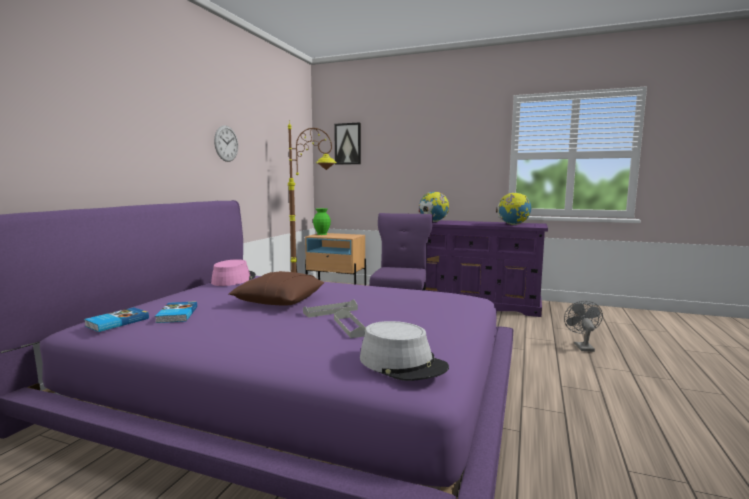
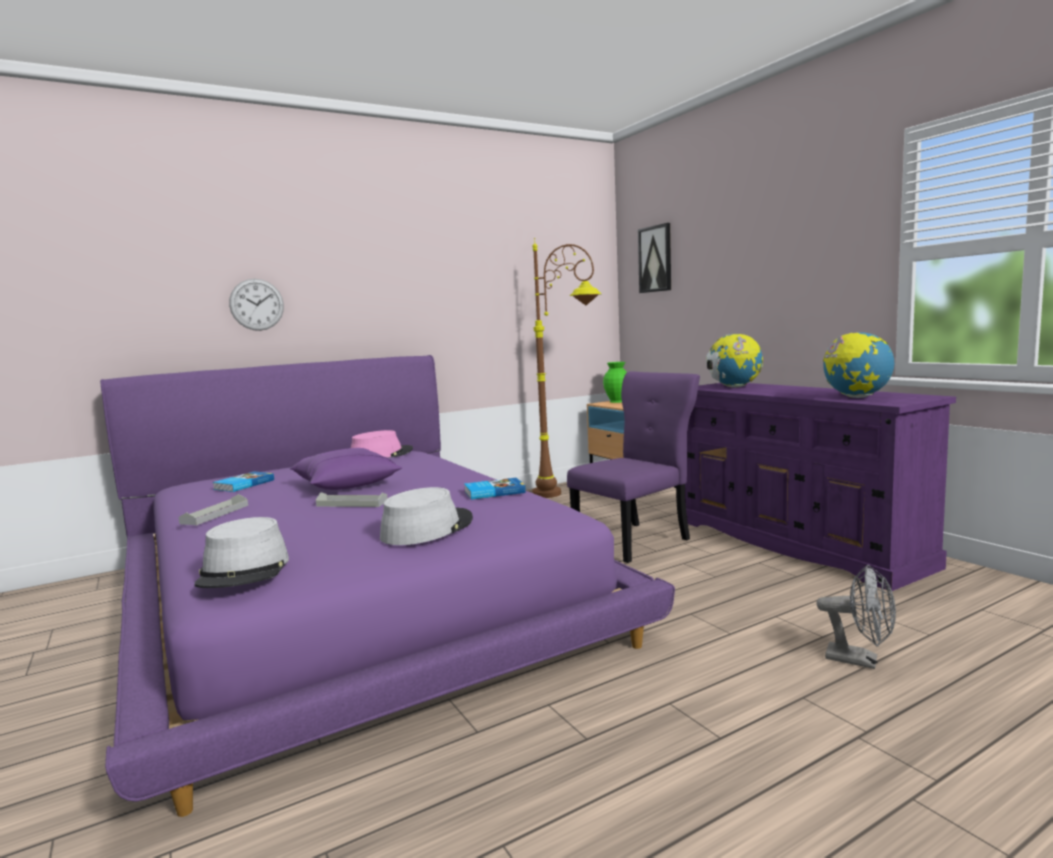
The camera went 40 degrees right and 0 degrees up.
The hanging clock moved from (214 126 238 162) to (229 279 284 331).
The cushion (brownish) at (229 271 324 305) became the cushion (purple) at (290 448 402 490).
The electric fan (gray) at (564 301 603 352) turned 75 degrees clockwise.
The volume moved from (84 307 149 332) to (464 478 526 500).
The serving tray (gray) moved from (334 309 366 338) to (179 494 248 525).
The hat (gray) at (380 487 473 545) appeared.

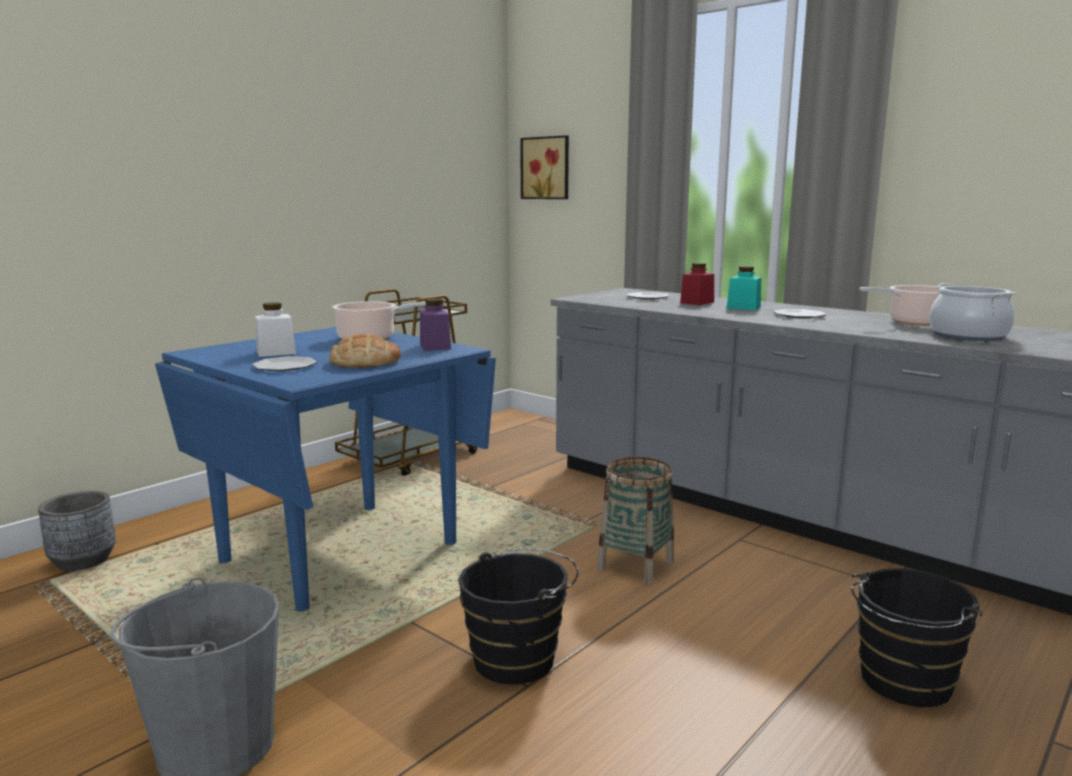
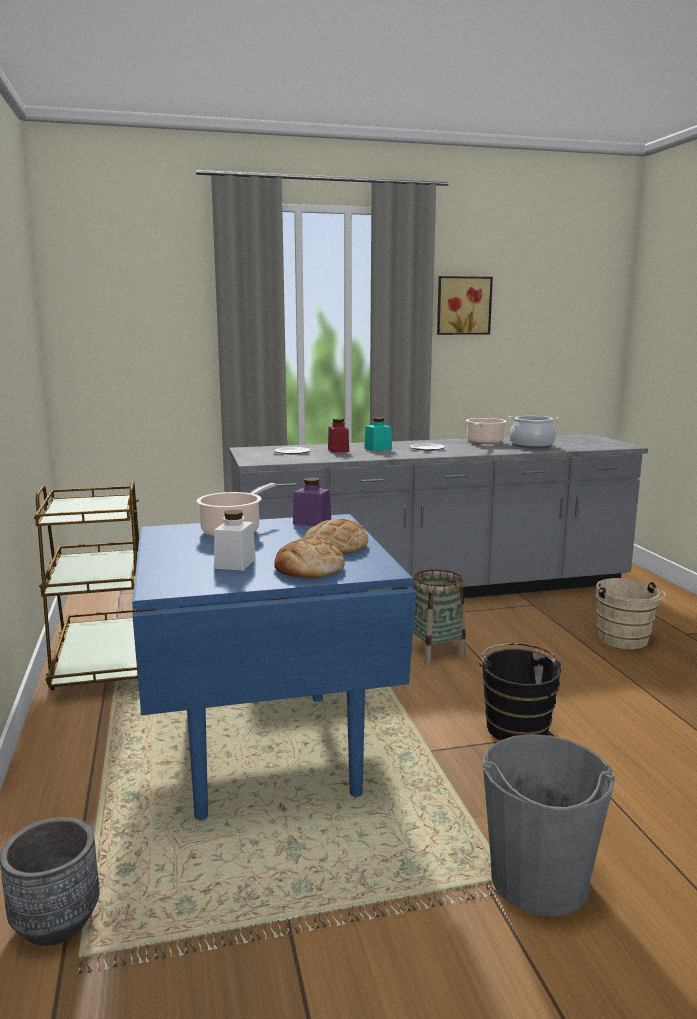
The camera went 55 degrees left and 0 degrees up.
The picture moved from (520 135 569 199) to (437 276 493 335).
The plate at (252 356 317 371) was replaced by the baked bread at (274 537 345 578).
The water bucket (black-coloured) at (851 568 982 707) became the water bucket (beige) at (596 578 666 649).

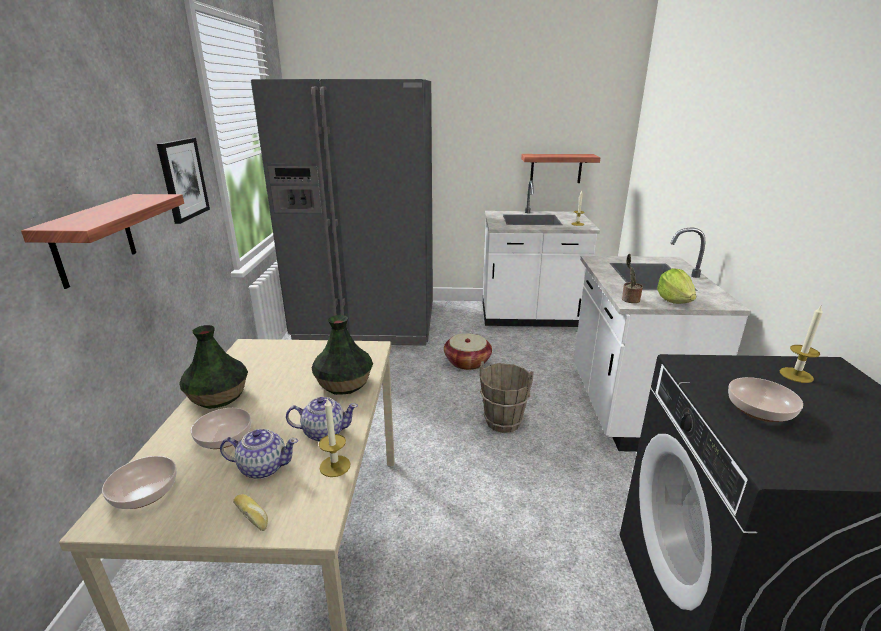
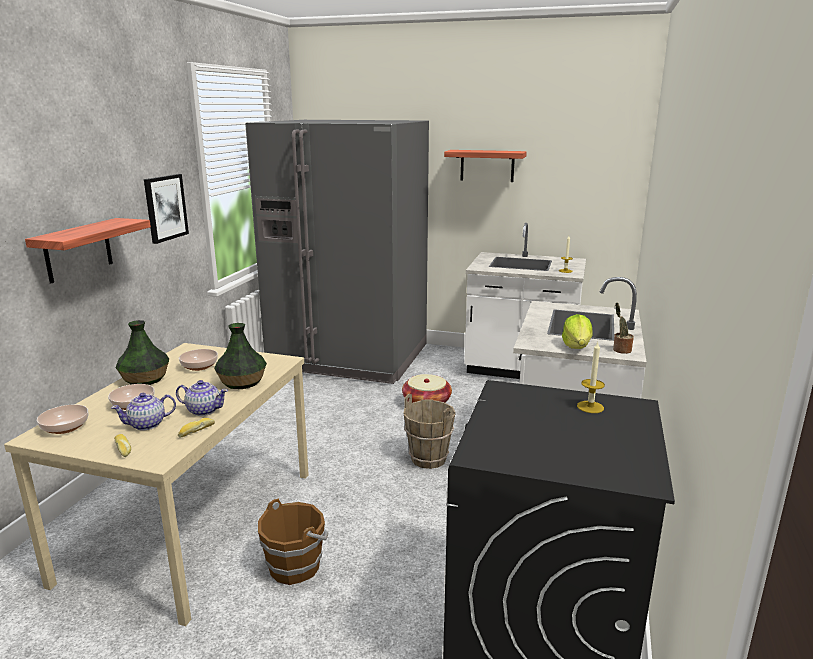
The camera went 15 degrees right and 5 degrees down.
The bracket shelf moved from (521 154 600 183) to (444 150 527 182).
The plant in a pot moved from (622 254 643 303) to (613 303 634 354).
The serving bowl moved from (728 377 803 422) to (179 349 218 371).
The wax light at (319 398 351 477) was replaced by the baked bread at (178 418 215 438).
The pot for tea at (220 429 298 479) turned 135 degrees clockwise.
The water bucket (brownish) at (258 499 328 585) appeared.

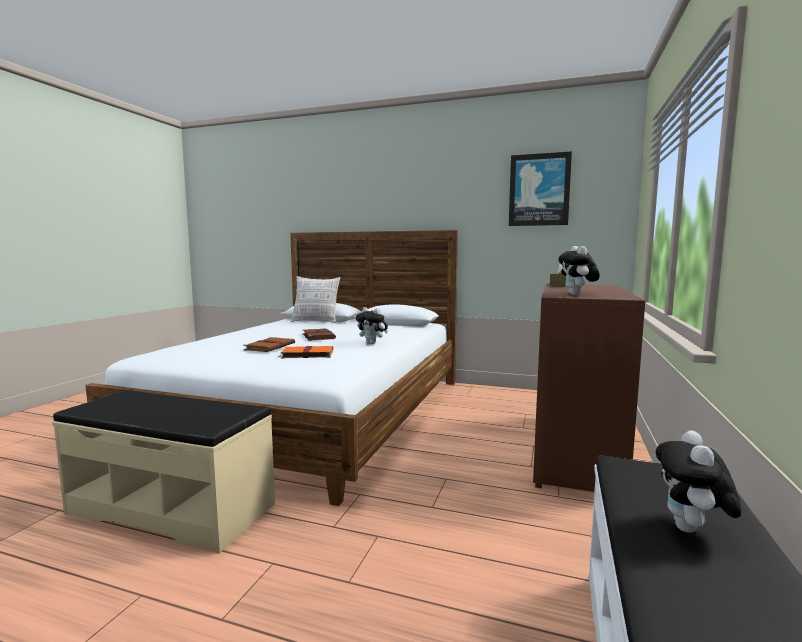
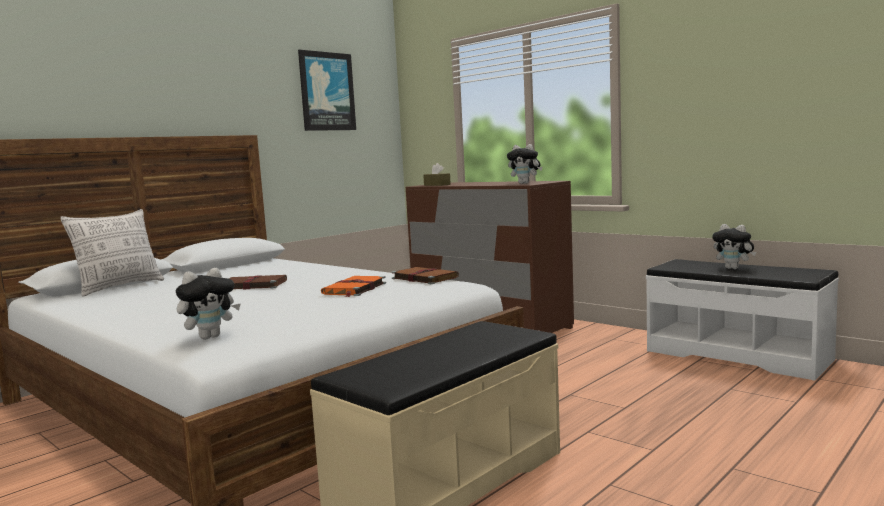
The camera went 65 degrees left and 0 degrees up.
The plush toy moved from (356 307 388 344) to (176 268 241 339).
The volume (brownish) moved from (243 337 295 352) to (392 267 459 284).

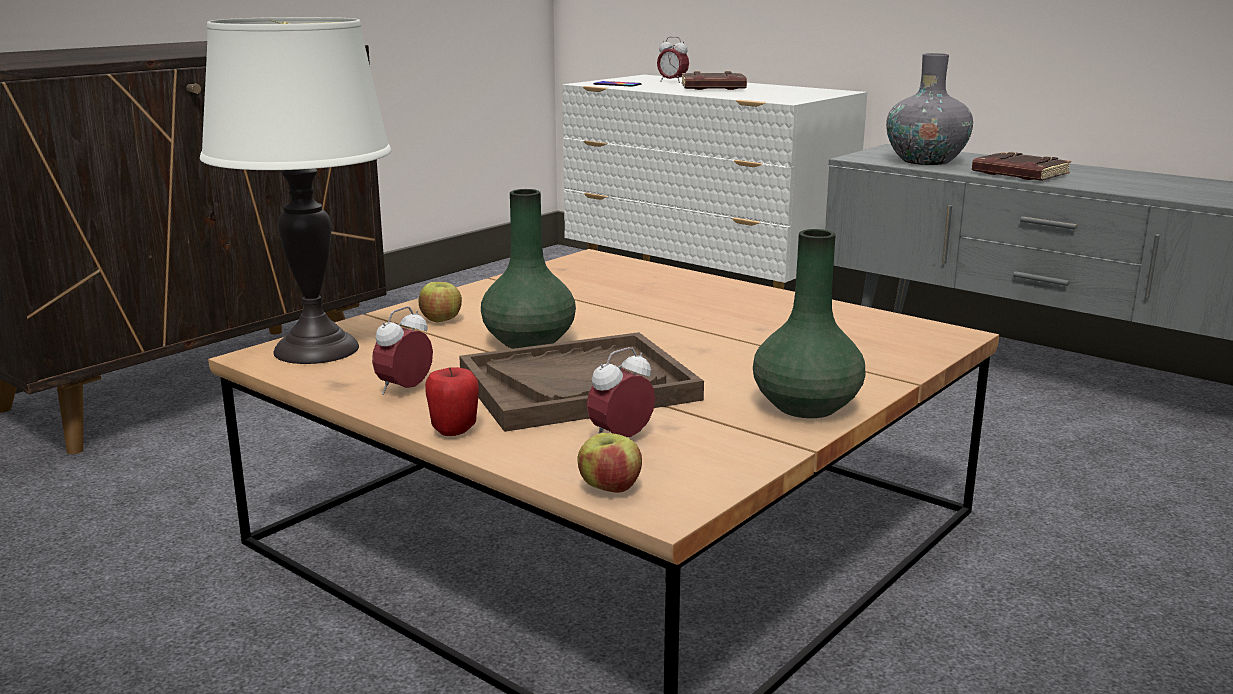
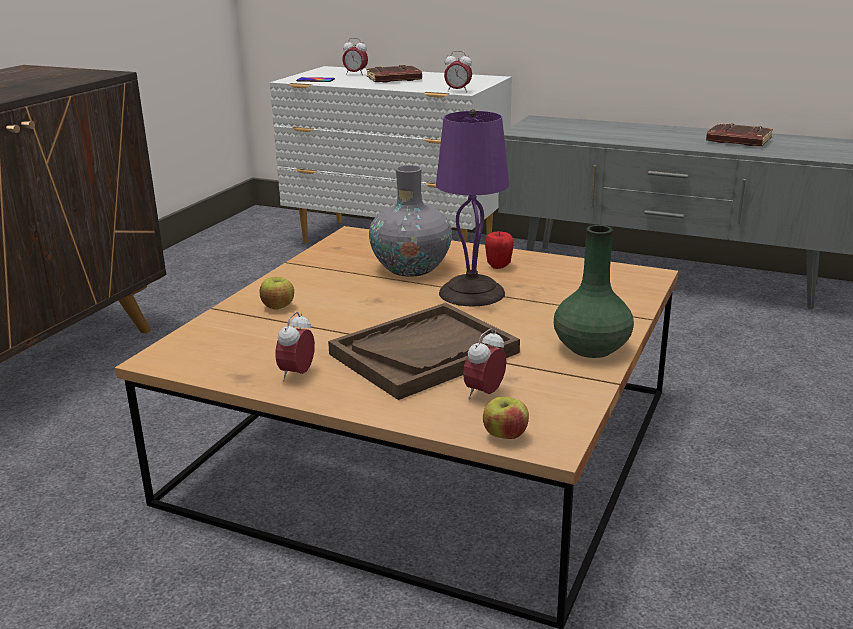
The camera went 15 degrees left and 5 degrees up.
The tabletop lamp (white-coloured) at (200 17 391 364) disappeared.
The flower vase (gray) moved from (886 53 973 165) to (369 165 452 277).
The volume (brownish) moved from (972 152 1071 181) to (706 123 773 146).
The flower vase (green-coloured) at (481 189 576 349) disappeared.
The whole apple moved from (425 367 479 436) to (485 231 514 269).
The alarm clock at (444 51 472 92) appeared.
The tabletop lamp (purple) at (436 109 509 306) appeared.

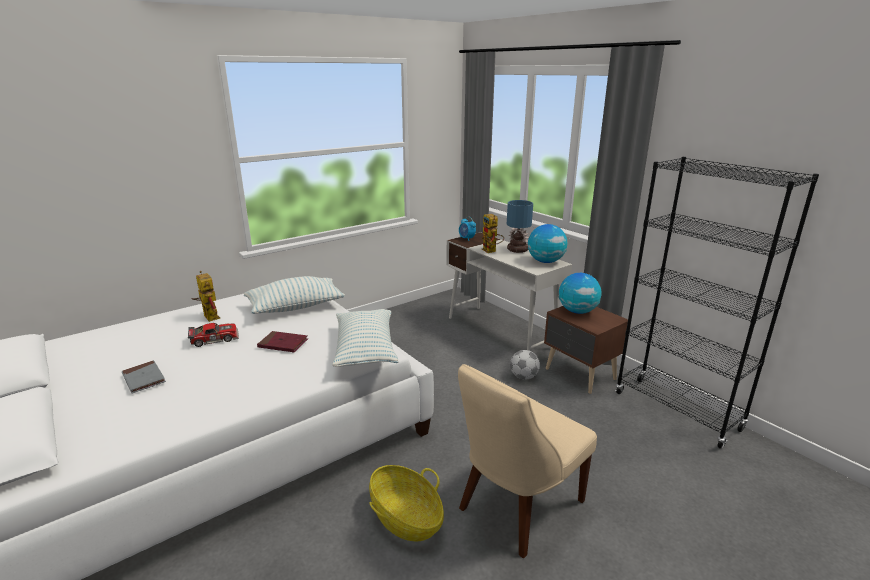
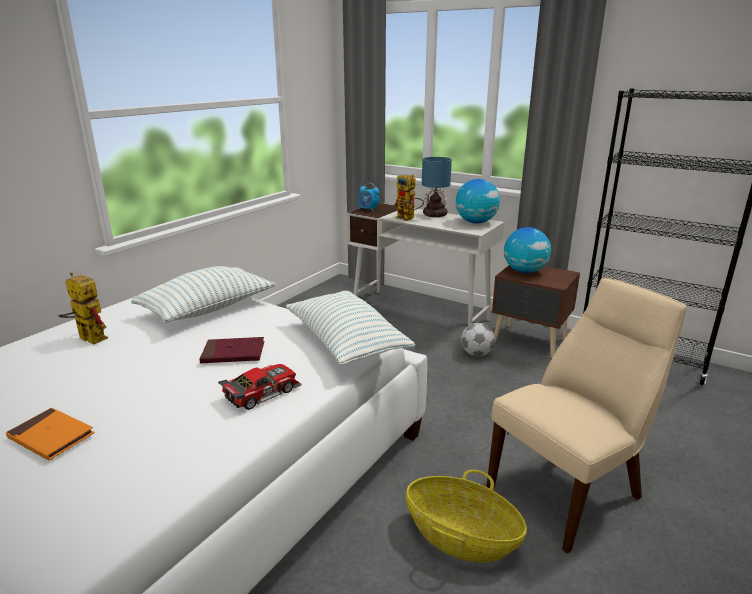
The camera went 20 degrees left and 0 degrees up.
The model car moved from (188 323 239 347) to (218 364 302 410).
The volume (gray) at (122 360 166 393) became the volume (orange-coloured) at (6 408 95 461).
The upright chair (beige) at (458 364 597 558) turned 150 degrees counterclockwise.

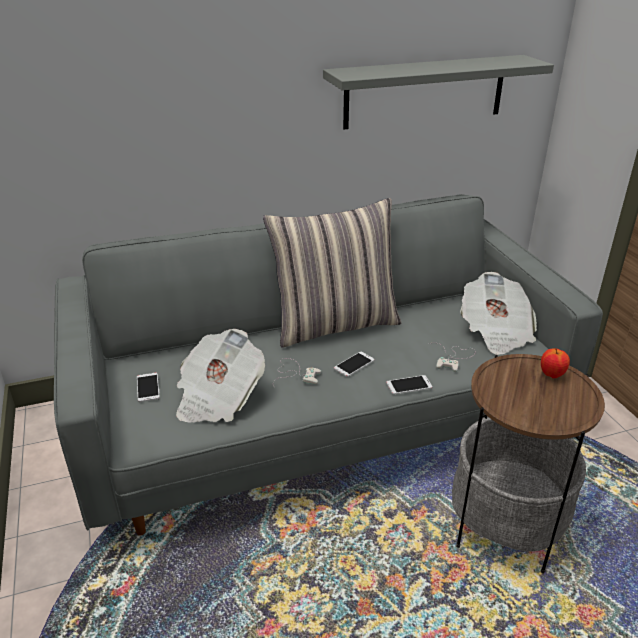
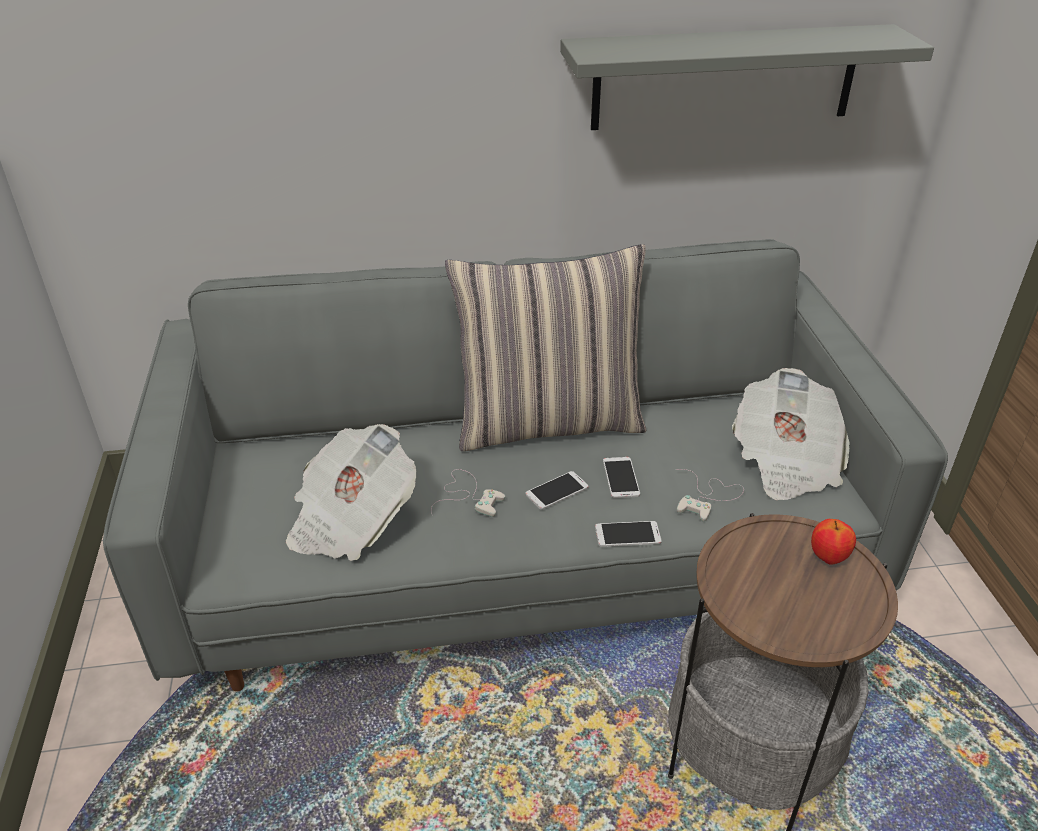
The camera went 10 degrees right and 5 degrees up.
The phone moved from (137 373 160 402) to (603 457 640 498).

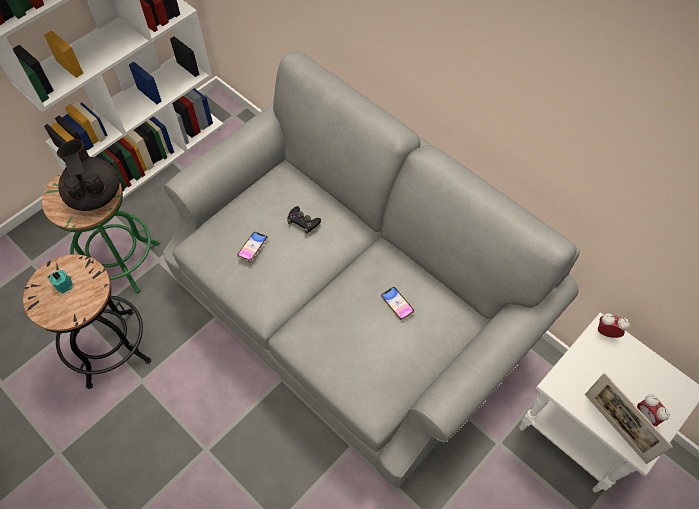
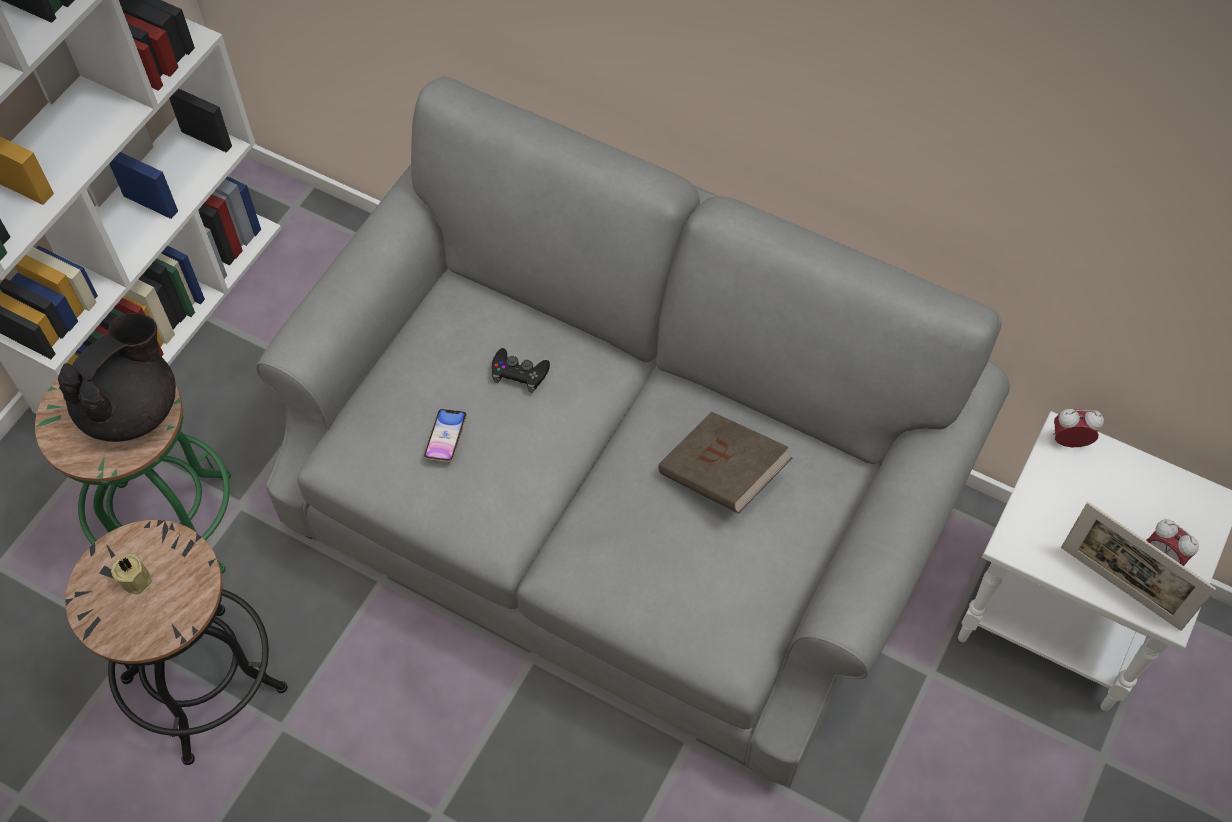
The camera went 15 degrees left and 0 degrees up.
The pot for tea (black-coloured) at (57 139 120 211) turned 75 degrees clockwise.
The wax light (turquoise) at (49 270 72 293) became the wax light (beige) at (111 553 152 595).
The phone at (381 287 415 320) was replaced by the volume (brownish) at (658 412 792 514).

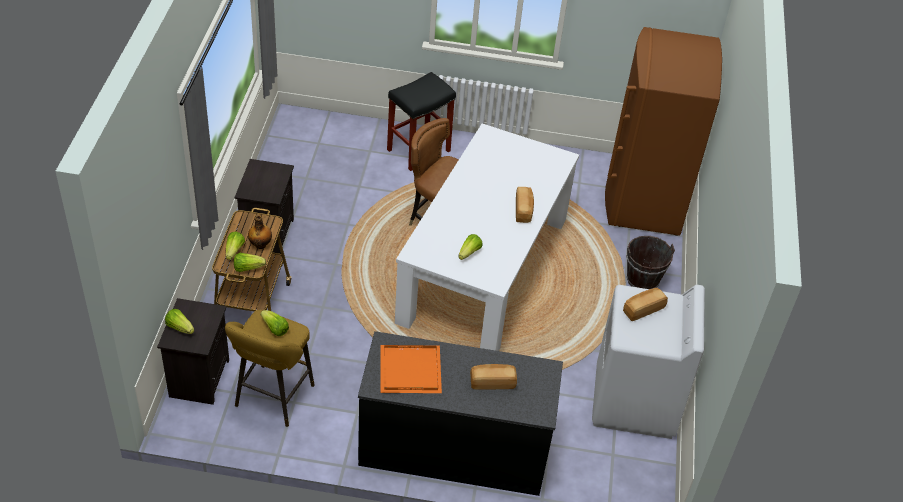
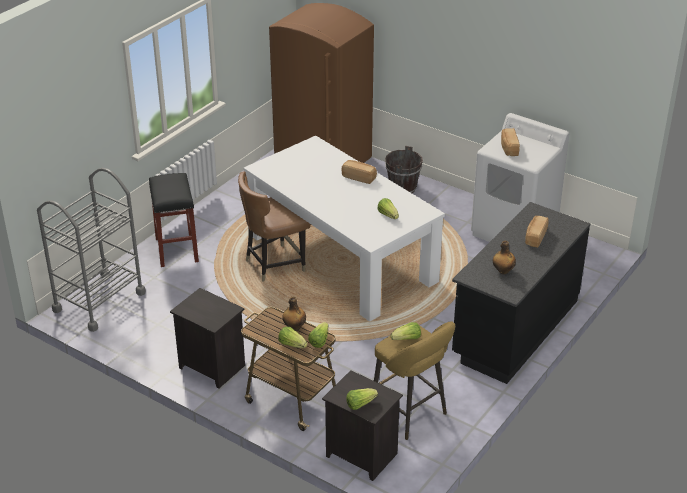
The camera went 60 degrees left and 10 degrees down.
The serving tray (orange-coloured) at (381 345 442 393) was replaced by the bottle at (493 241 516 274).
The cart (gray) at (37 168 146 332) appeared.

